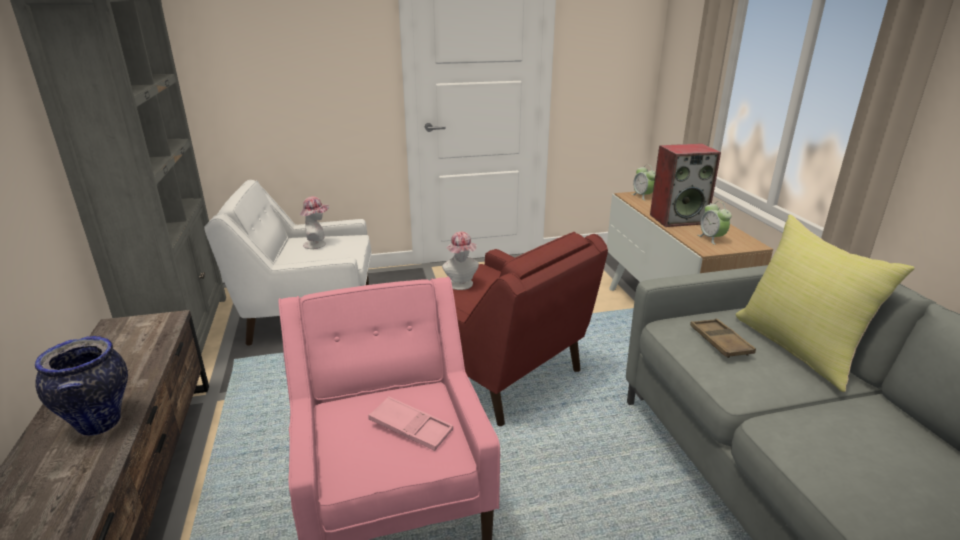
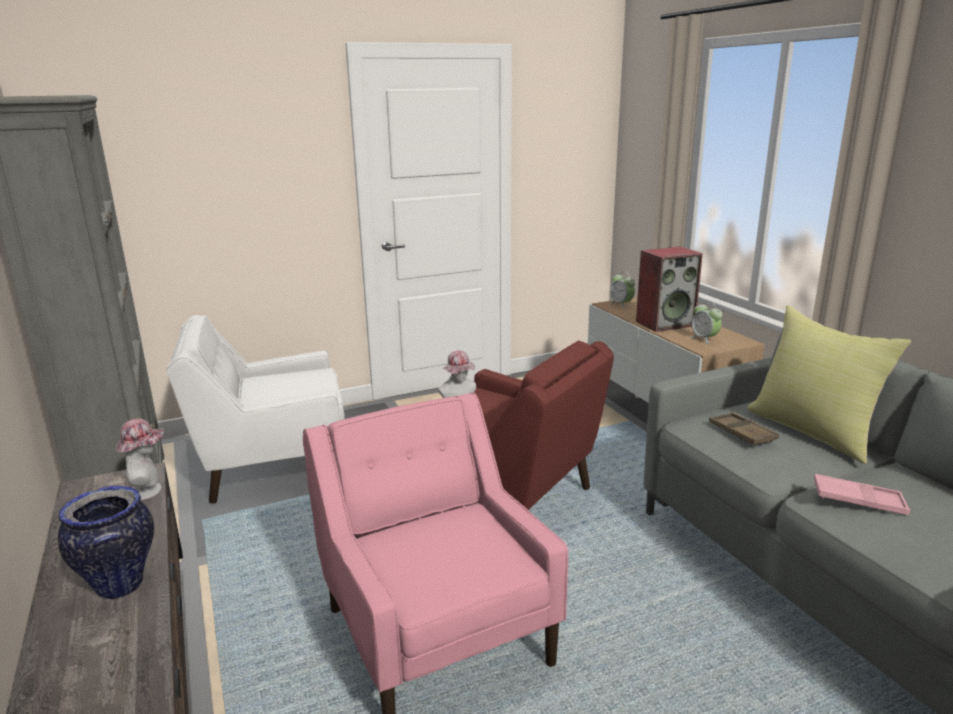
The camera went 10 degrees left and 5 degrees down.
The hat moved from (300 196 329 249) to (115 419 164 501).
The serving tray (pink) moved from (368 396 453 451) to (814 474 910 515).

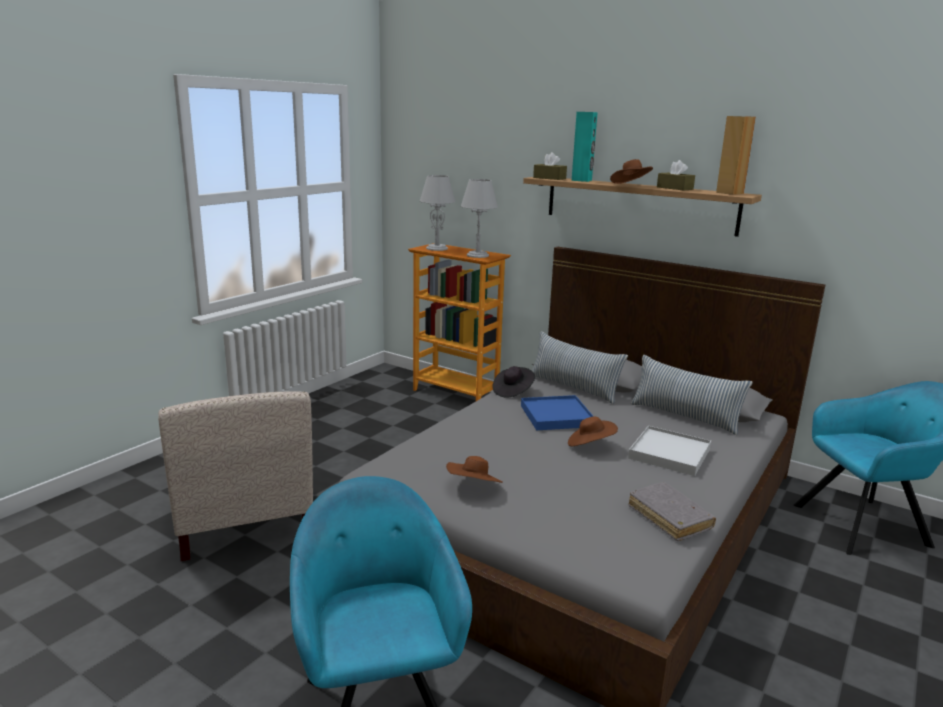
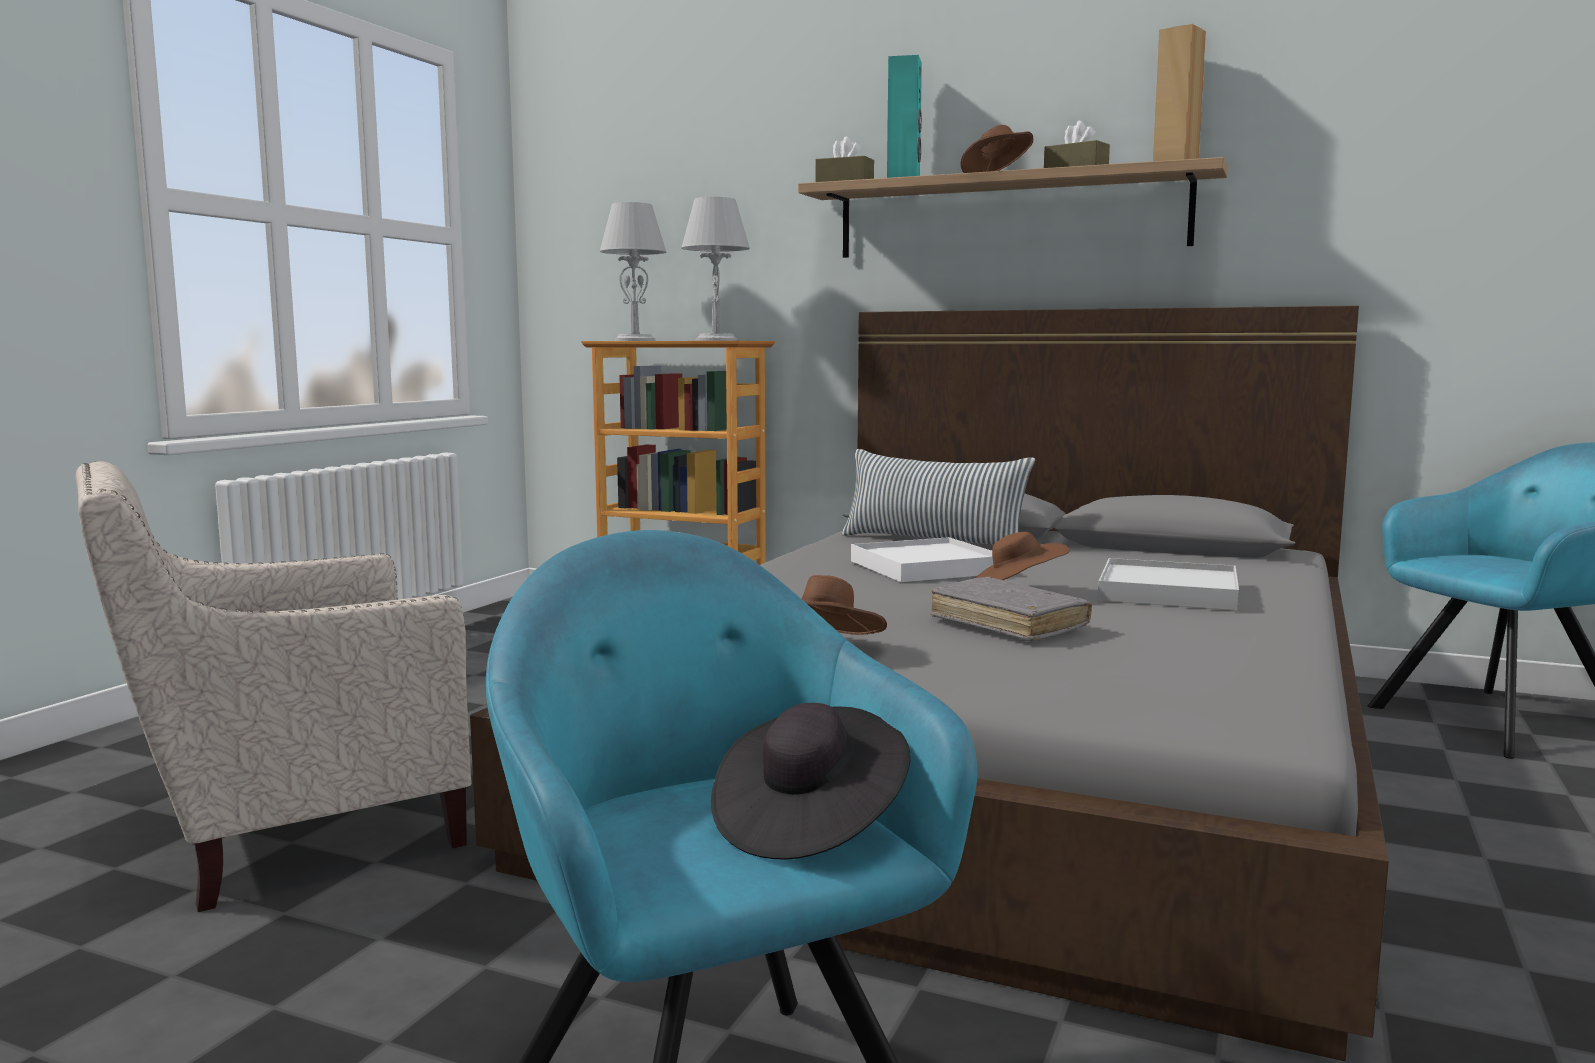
The camera went 10 degrees left and 10 degrees down.
The cushion at (631 355 753 435) disappeared.
The hat (black-coloured) moved from (492 366 535 398) to (711 703 911 860).
The lounge chair (beige) at (158 391 313 561) turned 90 degrees clockwise.
The serving tray (blue) at (521 395 594 430) became the serving tray (white-coloured) at (851 537 993 582).
The volume (gray) moved from (628 482 716 541) to (930 577 1092 642).

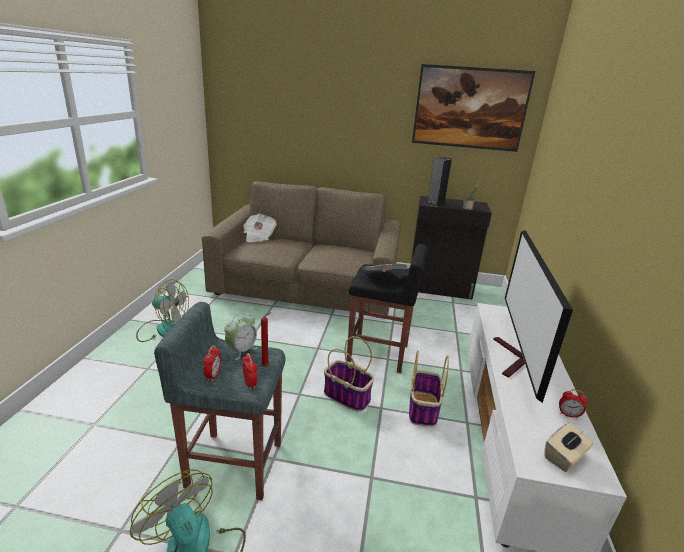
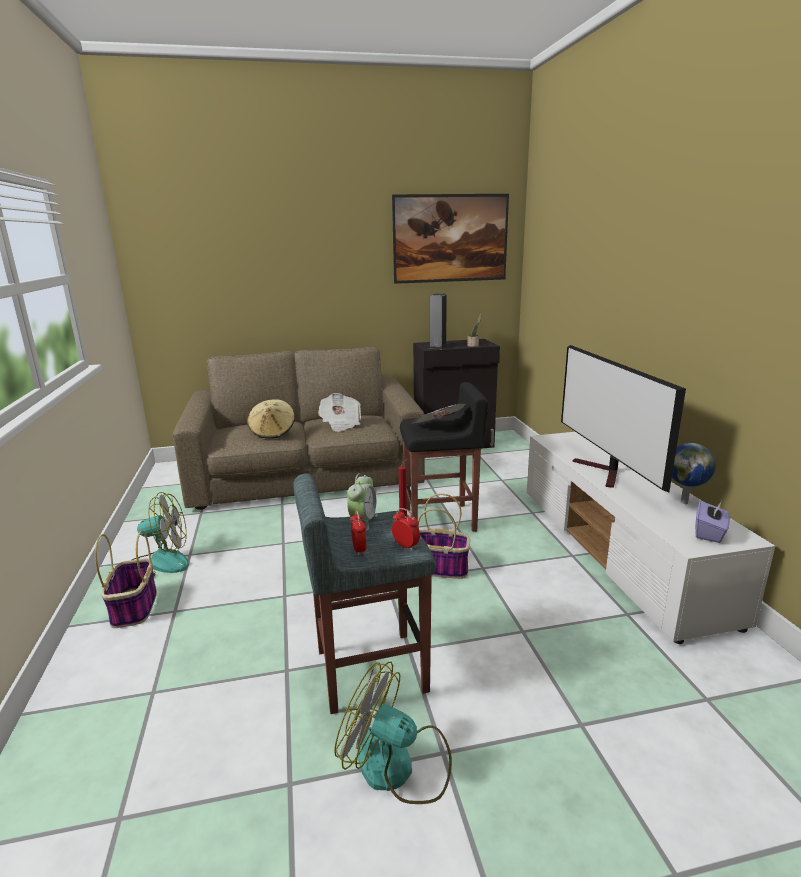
The camera went 20 degrees left and 5 degrees down.
The newspaper moved from (243 213 277 242) to (318 393 361 432).
The household basket moved from (409 350 449 427) to (95 531 157 628).
The alarm clock at (559 389 588 419) was replaced by the world globe at (672 443 716 504).
The box of tissues (beige) at (545 423 593 472) became the box of tissues (purple) at (695 501 730 543).
The hat (beige) at (247 399 295 439) appeared.

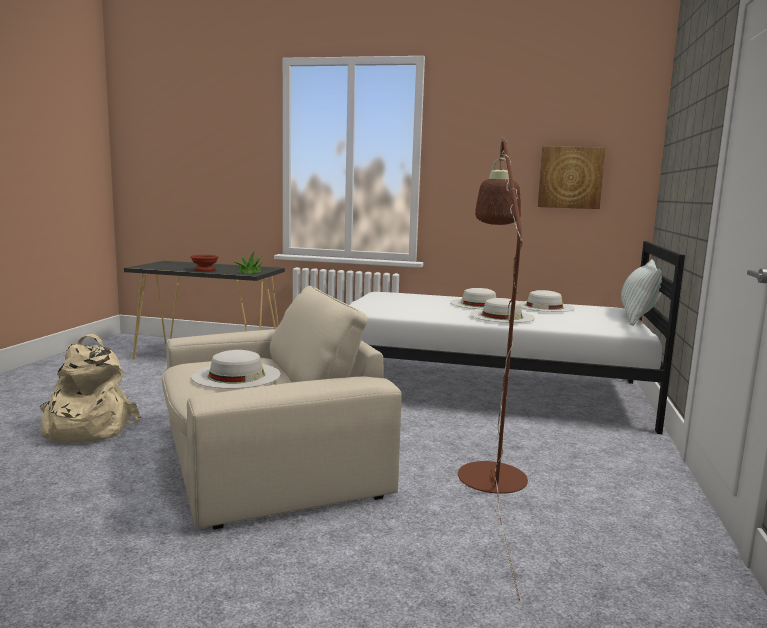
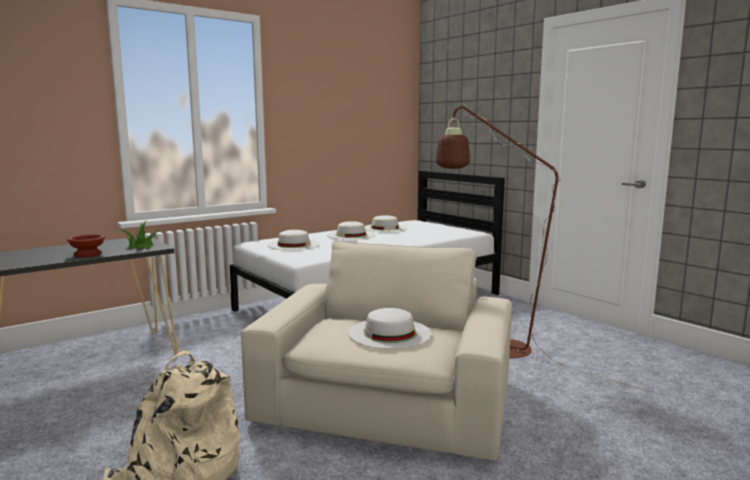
The camera went 50 degrees left and 0 degrees up.
The picture at (538 146 606 209) disappeared.
The cushion at (621 259 662 326) disappeared.
The hat (white-coloured) moved from (470 298 535 323) to (267 230 320 250).

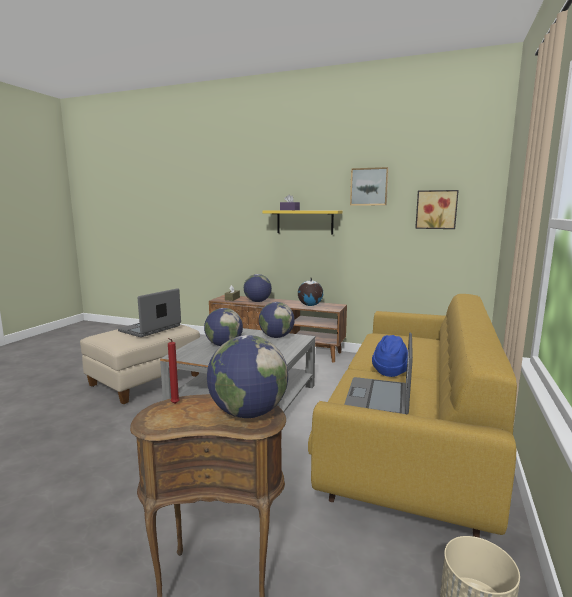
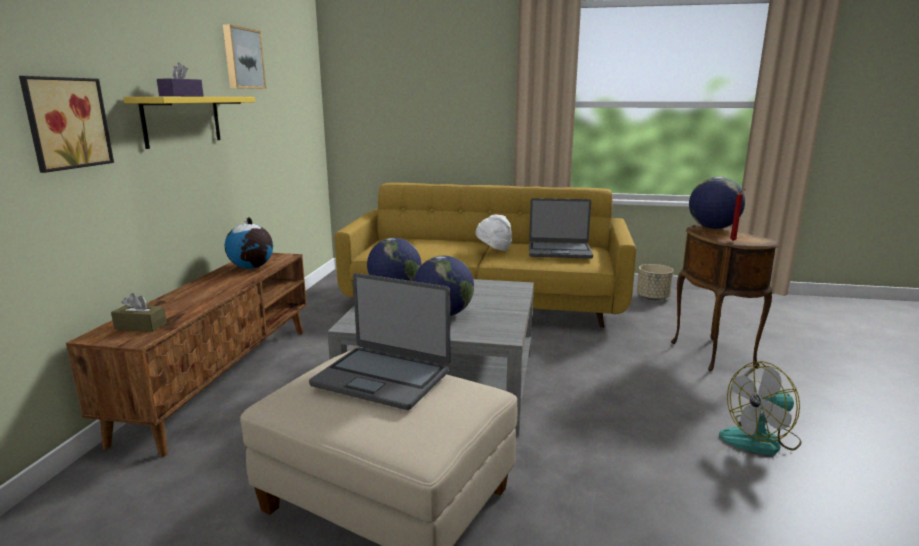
The camera went 100 degrees left and 5 degrees up.
The picture moved from (415 190 459 229) to (19 76 114 173).
The world globe at (244 274 272 302) disappeared.
The hat (blue) at (372 335 408 377) became the hat (white-coloured) at (476 215 512 251).
The electric fan at (719 361 802 455) appeared.

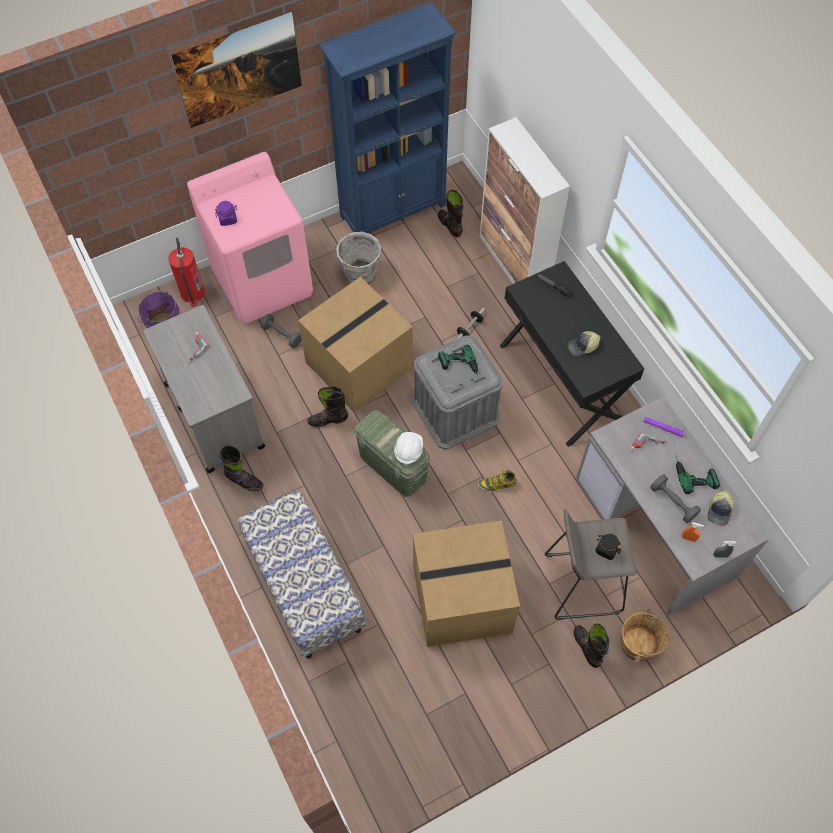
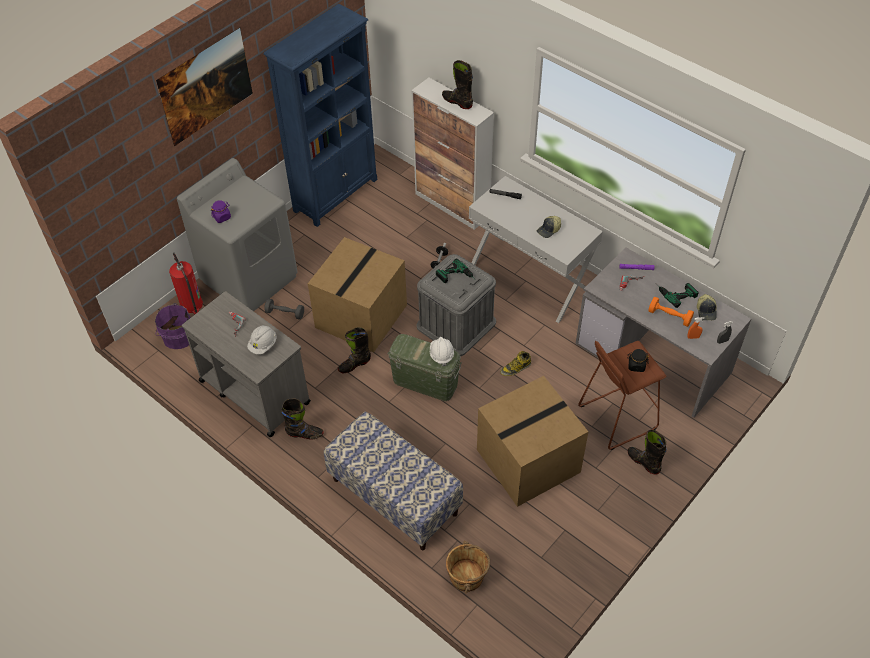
The camera went 20 degrees left and 10 degrees down.
The laundry appliance (pink) at (187 152 313 324) became the laundry appliance (gray) at (177 158 297 311).
The tall boot (black-coloured) moved from (438 190 464 237) to (442 60 473 109).
The water bucket (gray) at (333 232 381 284) disappeared.
The narrow table (black-coloured) at (500 261 645 447) became the narrow table (white-coloured) at (469 176 603 323).
The dumbbell (gray) at (650 474 701 523) became the dumbbell (orange-coloured) at (648 297 694 327).
The stool seat (gray) at (545 509 636 620) became the stool seat (brownish) at (578 341 666 450).
The water bucket (brownish) moved from (621 609 671 665) to (446 541 490 593).
The work helmet (white-coloured) at (247 325 276 354) appeared.

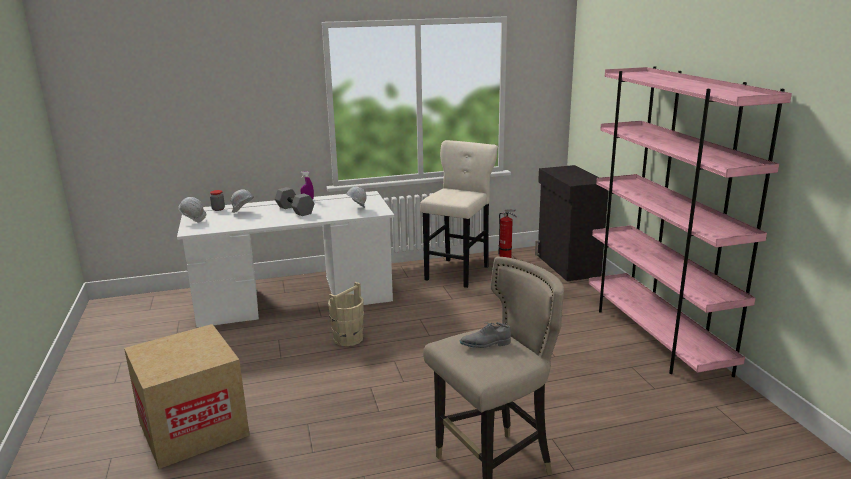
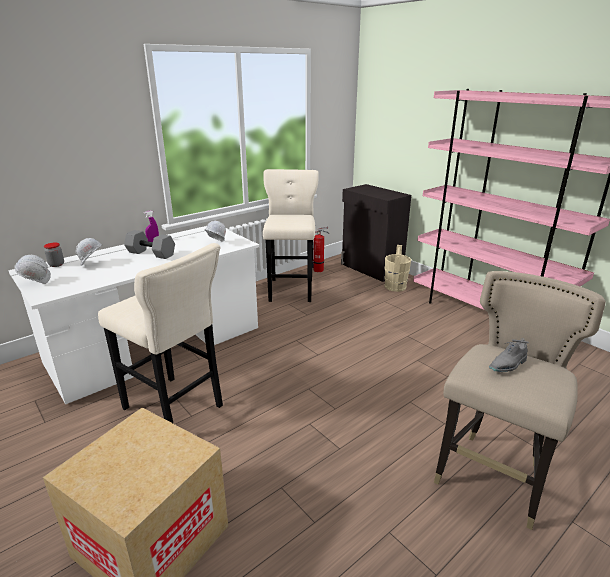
The camera went 25 degrees left and 5 degrees up.
The water bucket (beige) moved from (328 282 364 346) to (384 245 411 292).
The stool seat (beige) at (98 243 223 424) appeared.

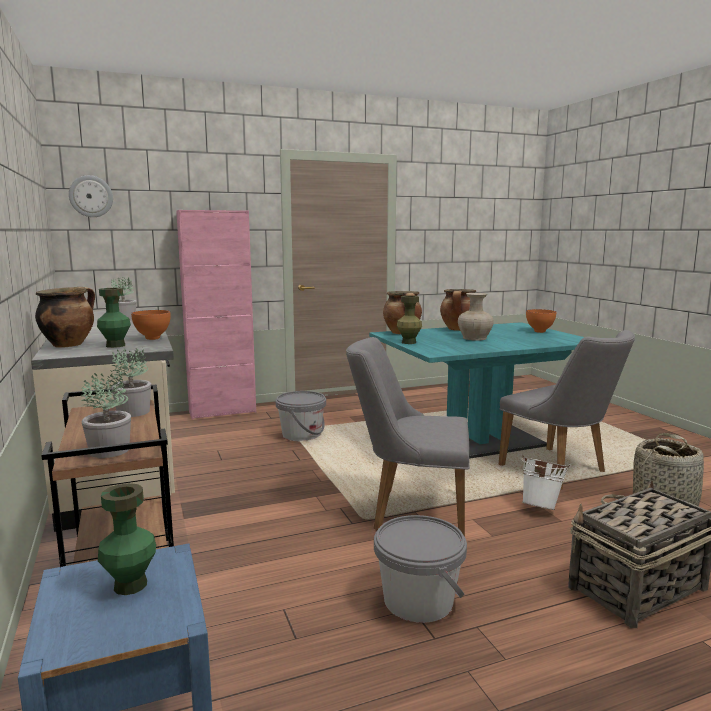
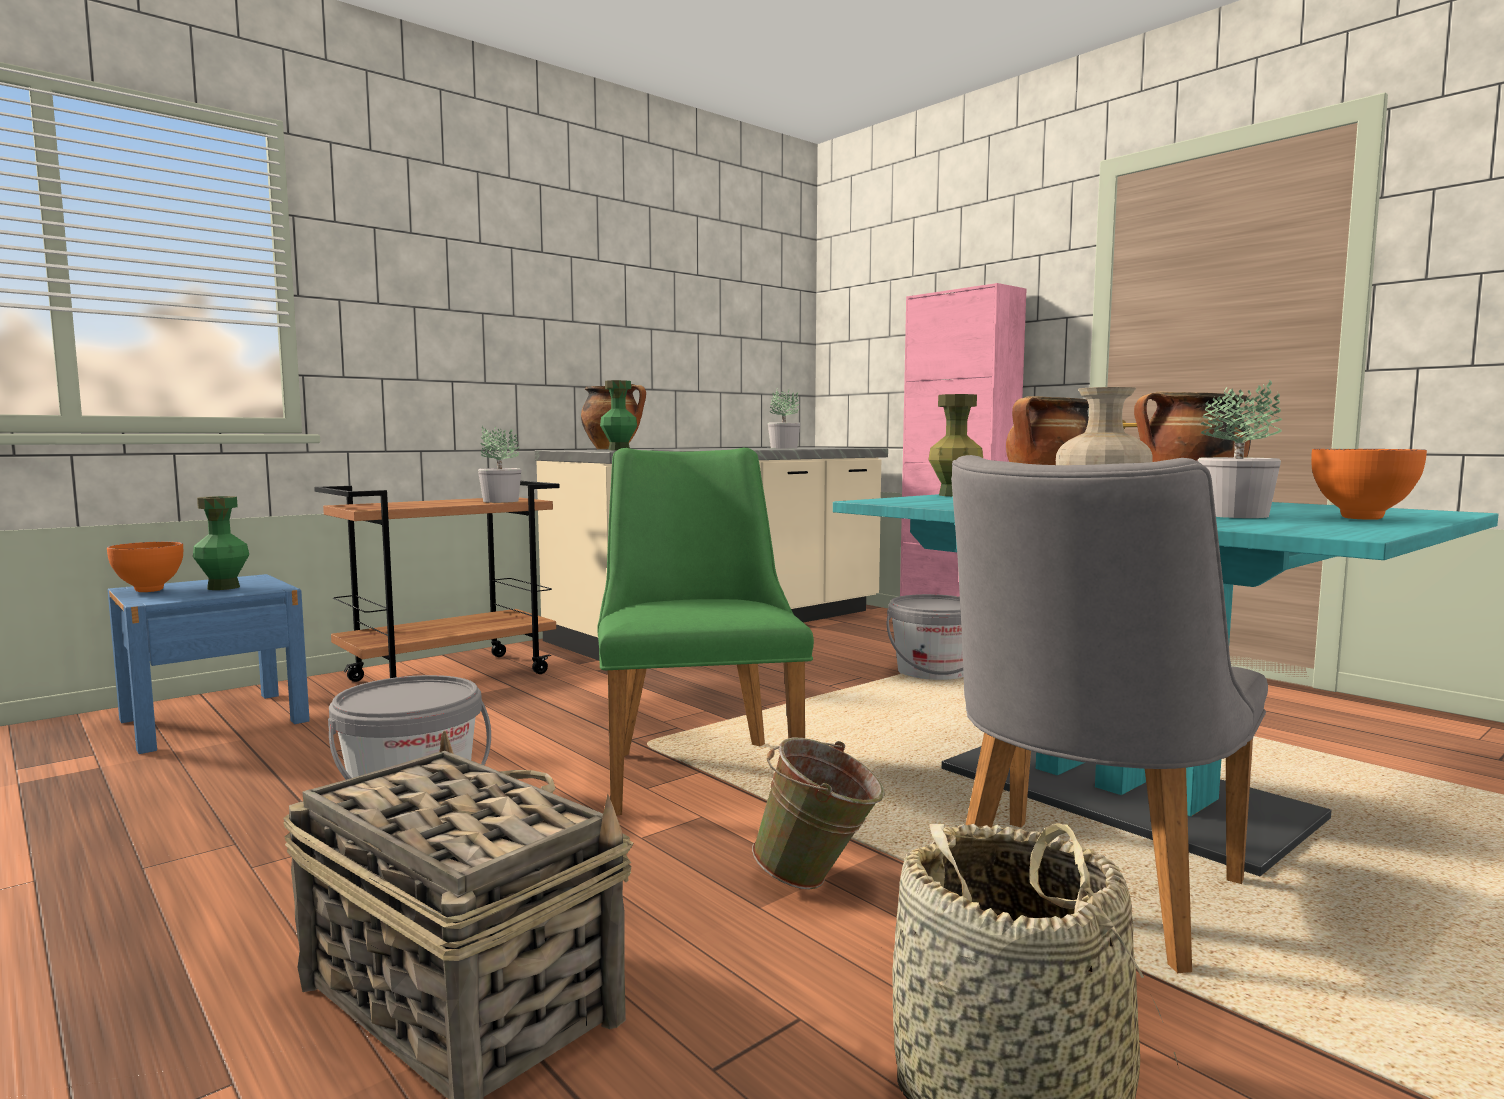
The camera went 70 degrees right and 5 degrees down.
The hanging clock at (69 175 113 217) disappeared.
The serving bowl (orange-coloured) moved from (131 310 171 340) to (107 541 183 592).
The upright chair (gray) at (346 337 470 537) became the upright chair (green-coloured) at (598 448 814 815).
The plant in a pot moved from (81 371 131 458) to (1198 379 1282 518).
The water bucket (white-coloured) at (521 454 571 510) became the water bucket (green-coloured) at (752 738 885 889).

